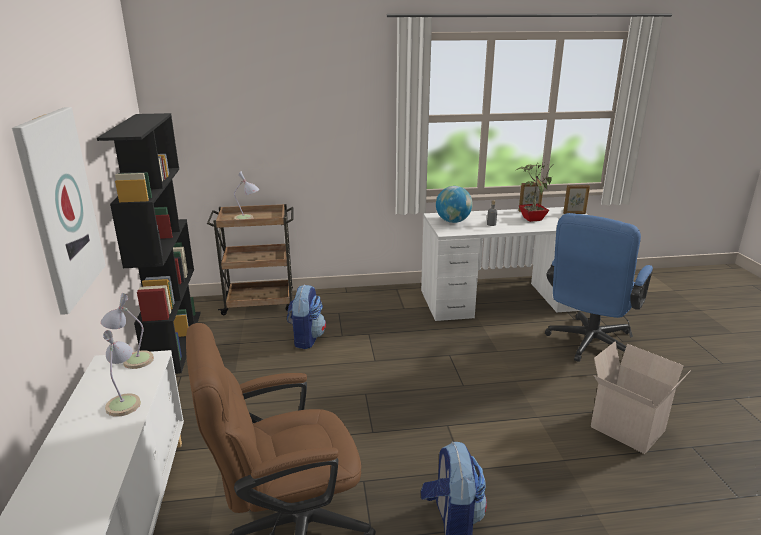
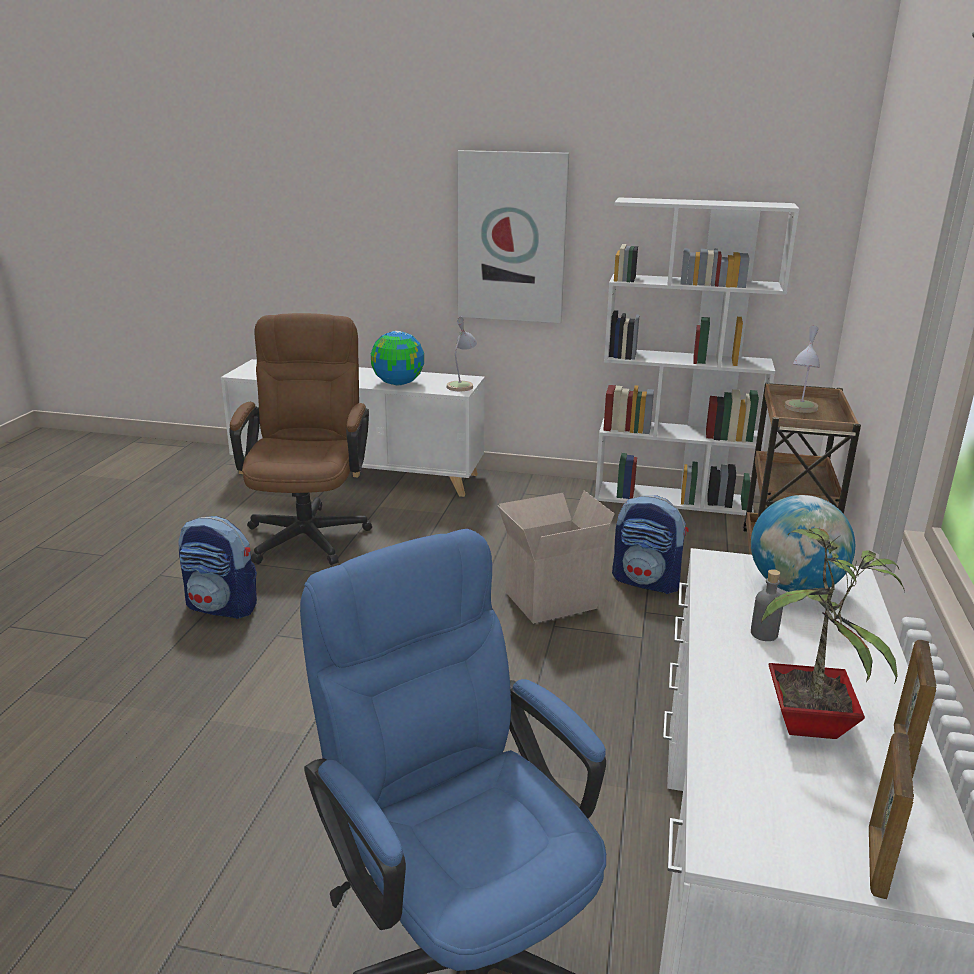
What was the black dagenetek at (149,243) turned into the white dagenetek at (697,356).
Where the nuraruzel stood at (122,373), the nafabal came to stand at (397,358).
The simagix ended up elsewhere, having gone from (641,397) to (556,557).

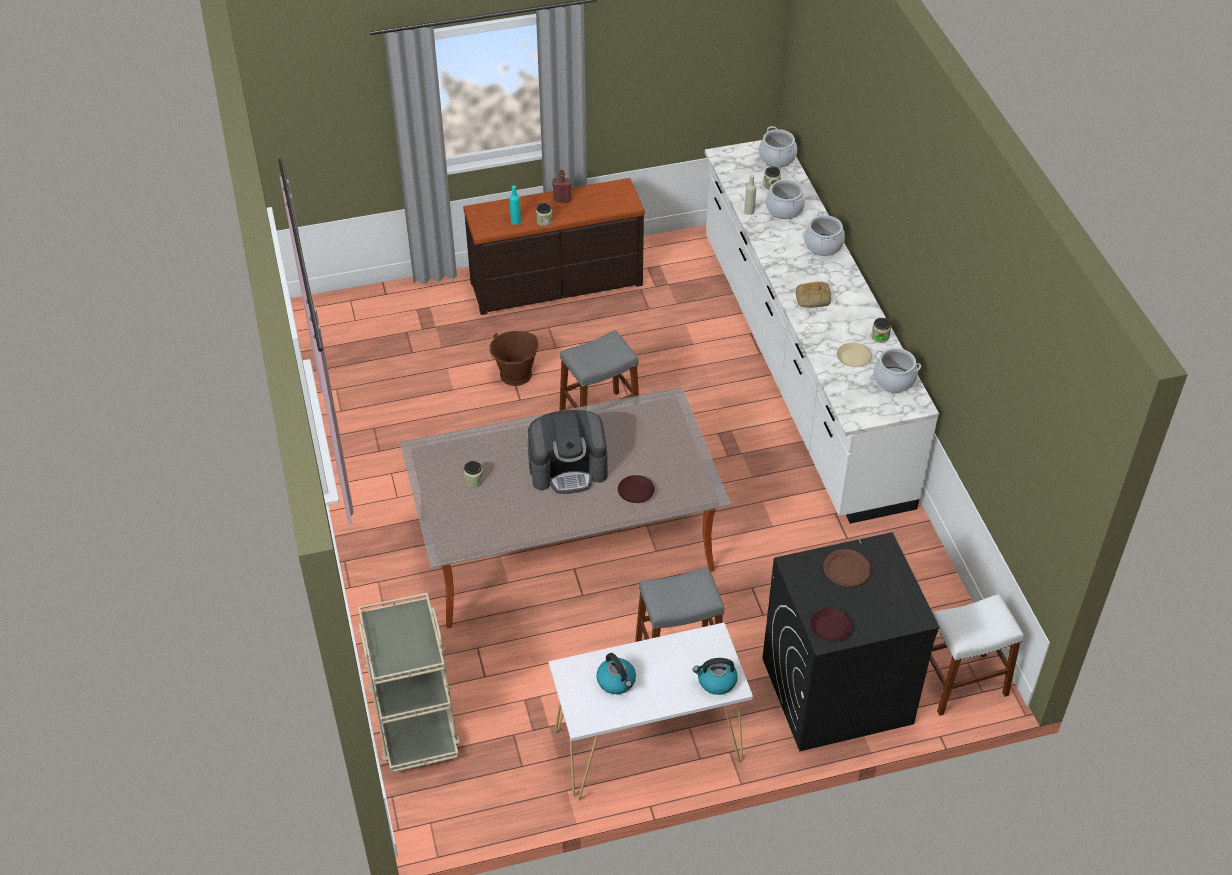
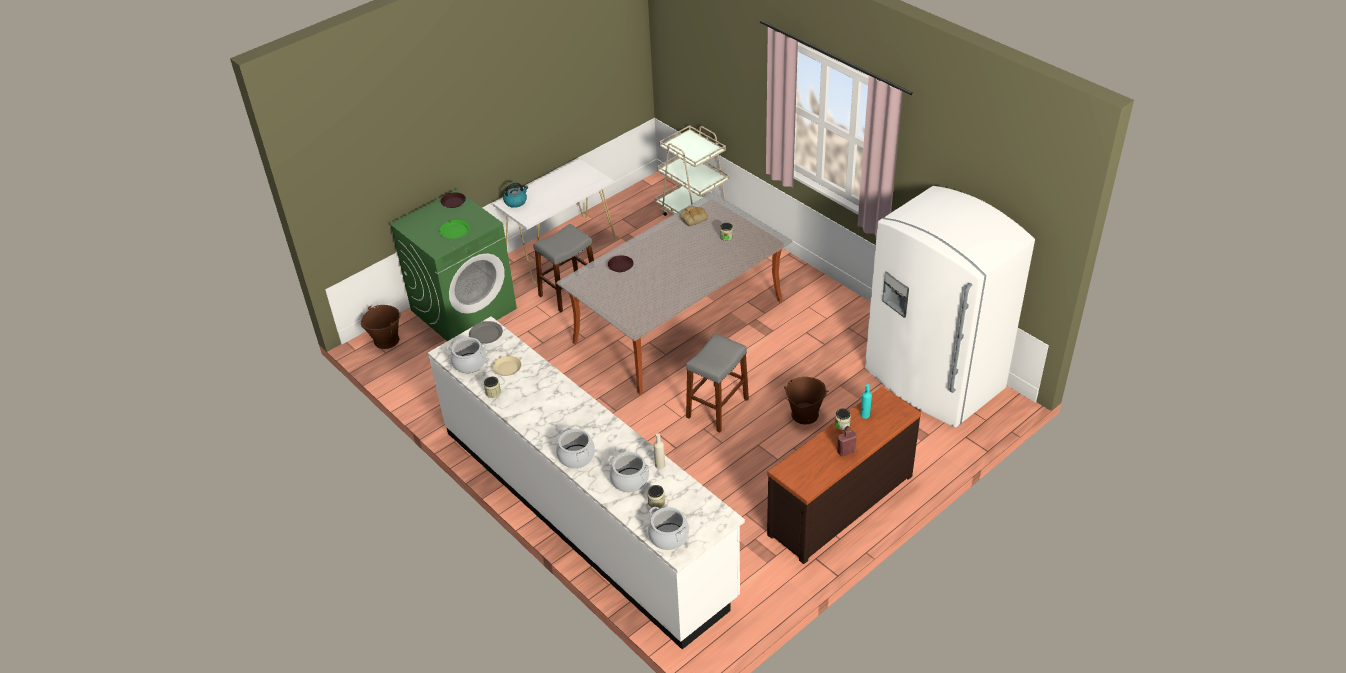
The second view lost the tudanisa at (568,452).
The second view lost the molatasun at (616,673).
What was the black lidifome at (851,641) turned into the green lidifome at (453,265).
The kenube ended up elsewhere, having gone from (813,295) to (694,216).
What was the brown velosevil at (847,568) turned into the green velosevil at (455,229).
Where the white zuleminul stood at (977,655), the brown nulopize came to stand at (381,327).
The second view gained the grey velosevil at (486,332).
The second view gained the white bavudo at (950,306).

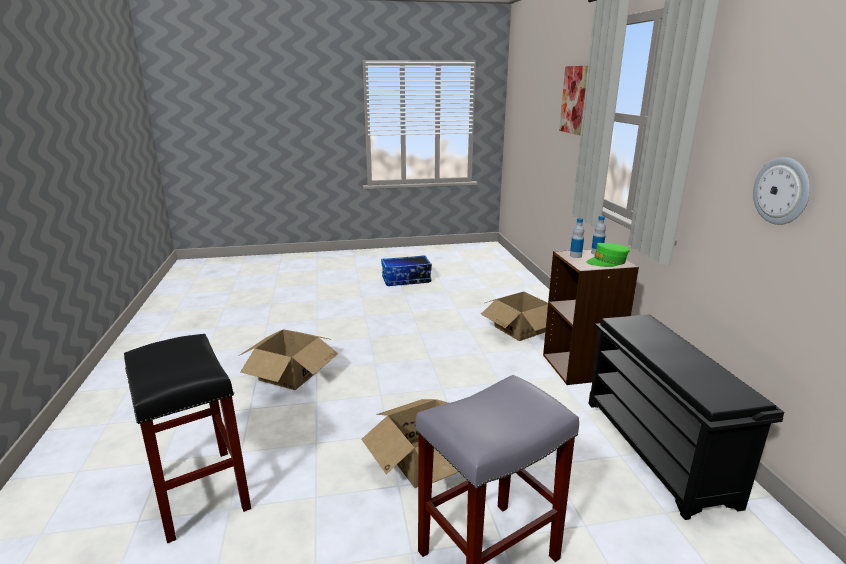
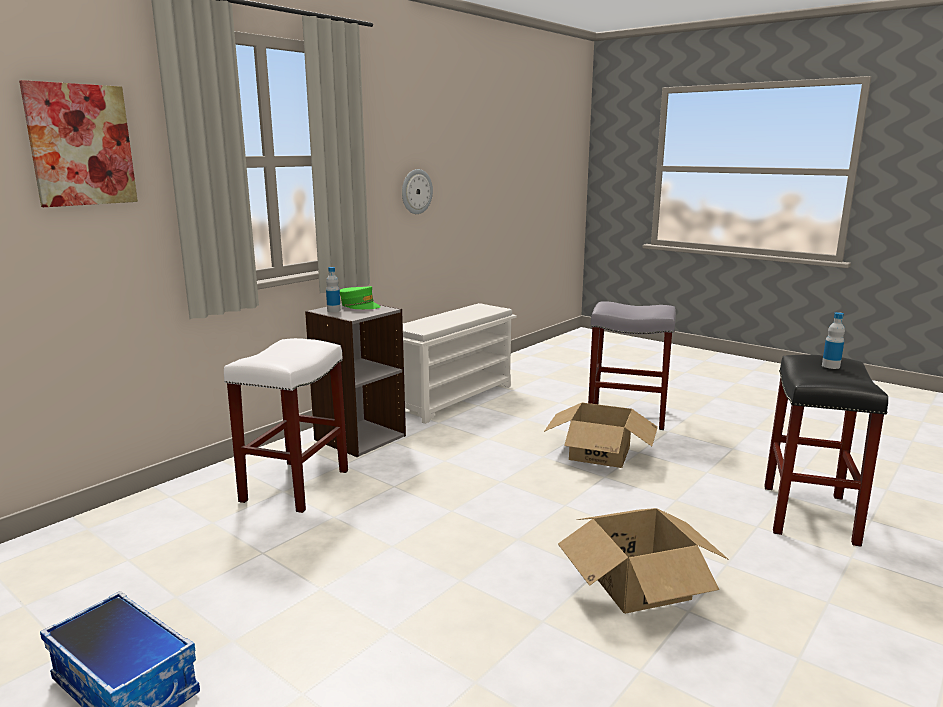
Where the simagix stood at (514,316), the white zuleminul came to stand at (286,425).
What was the brown dagenetek at (591,317) turned into the grey dagenetek at (355,380).
The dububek ended up elsewhere, having gone from (577,238) to (833,340).
What was the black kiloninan at (686,417) turned into the white kiloninan at (460,363).

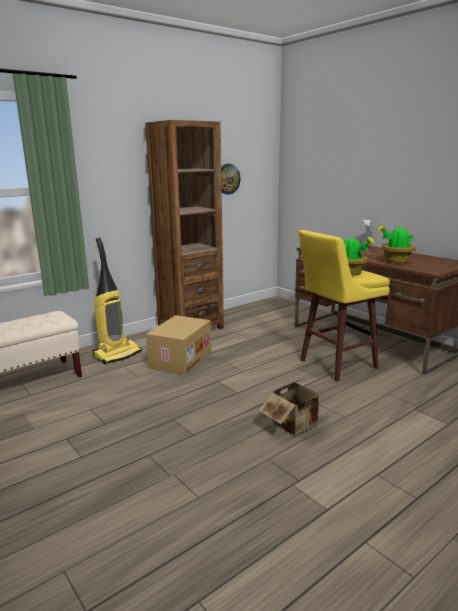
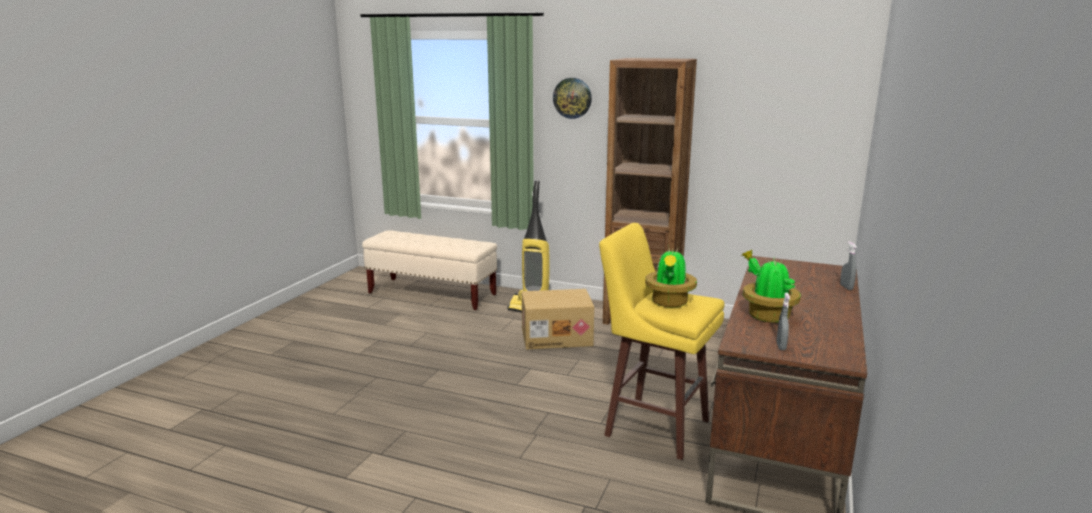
The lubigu ended up elsewhere, having gone from (231,179) to (572,98).
The second view lost the simagix at (294,406).
The second view gained the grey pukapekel at (783,321).

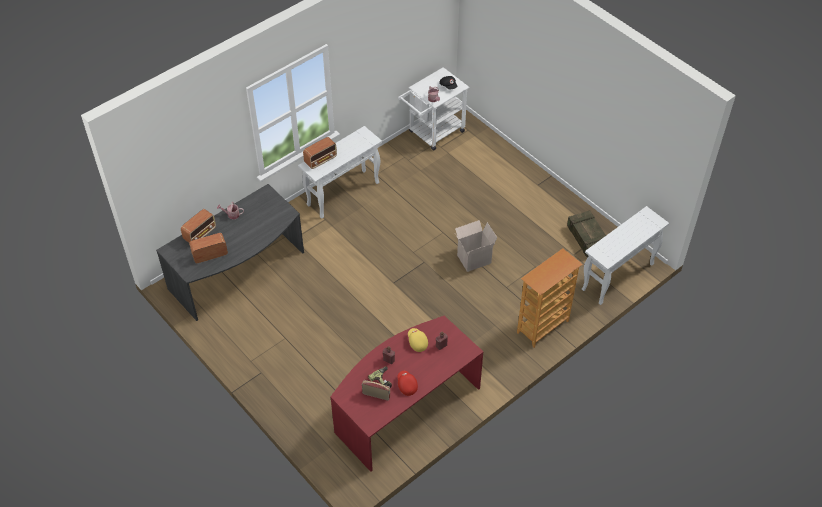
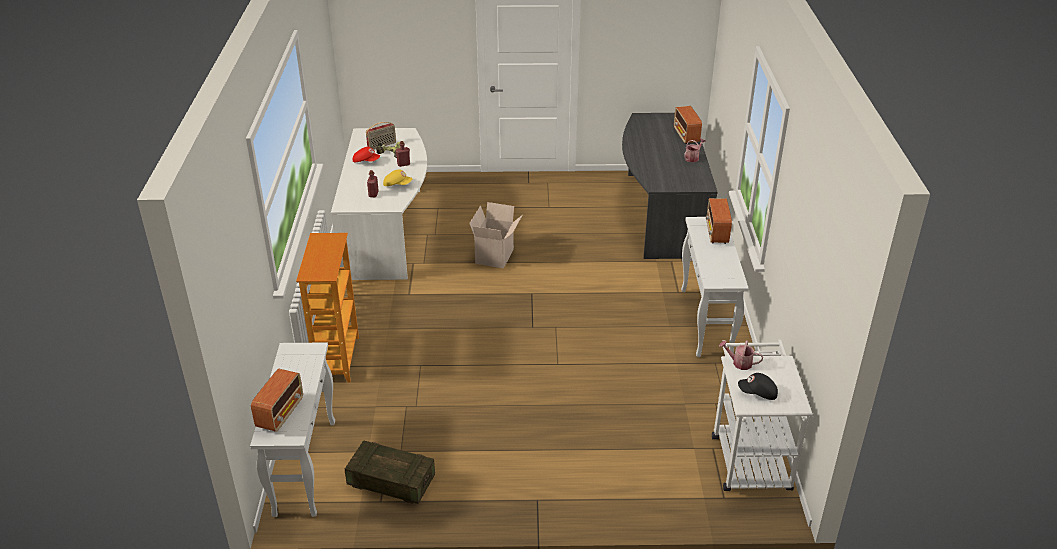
The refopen ended up elsewhere, having gone from (208,248) to (277,400).
What was the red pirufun at (407,394) turned into the white pirufun at (379,204).
The simagix ended up elsewhere, having gone from (476,246) to (495,235).

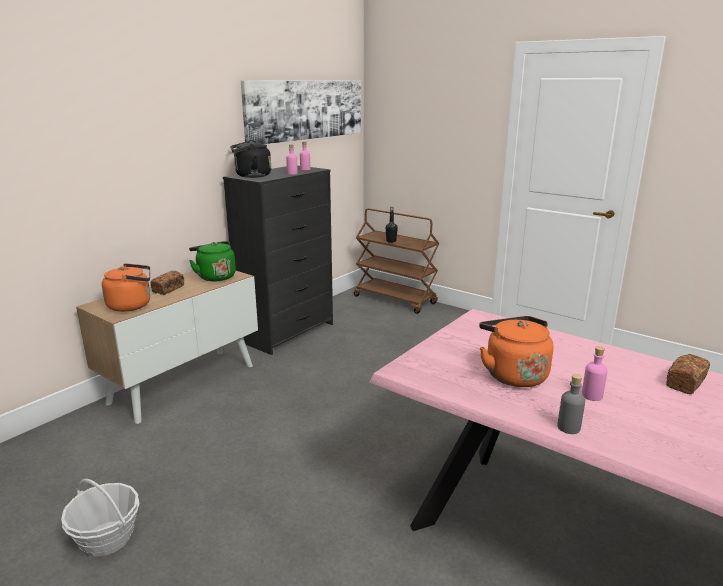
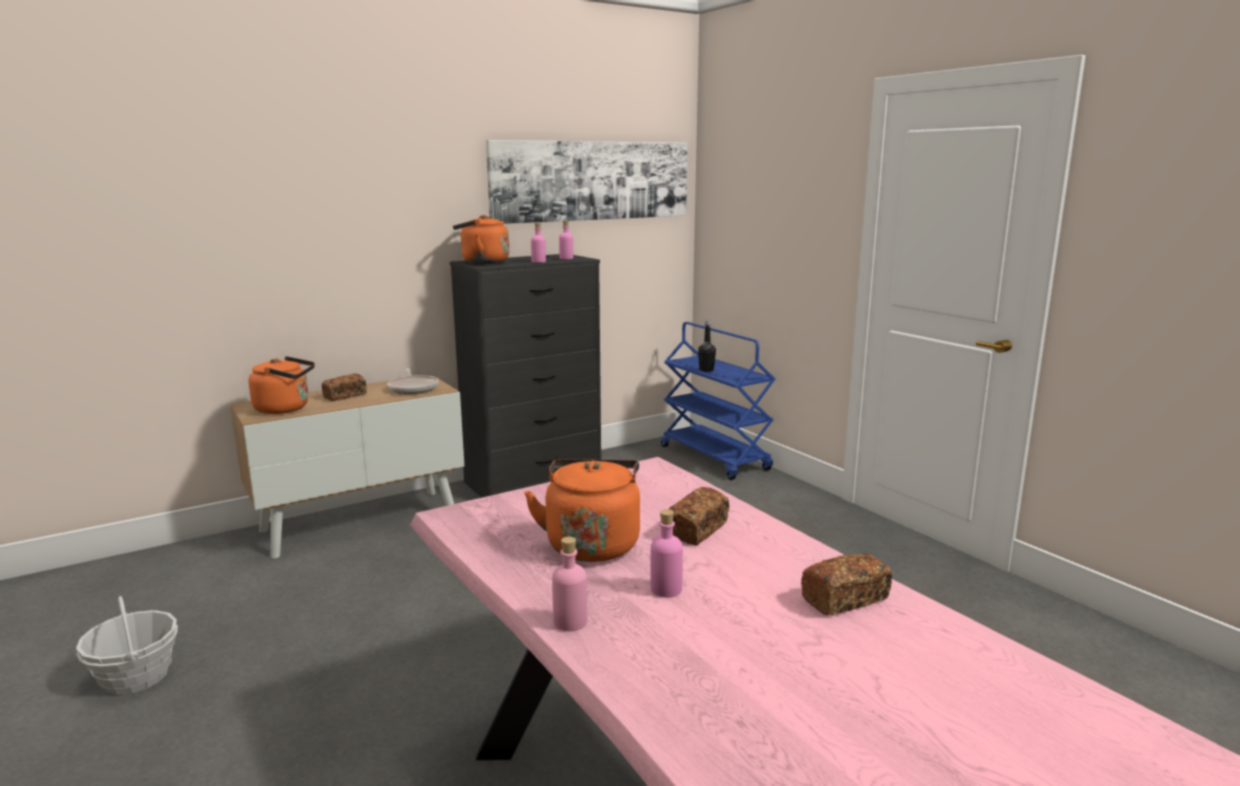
Where the green molatasun stood at (212,261), the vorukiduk came to stand at (413,381).
What was the black molatasun at (250,159) turned into the orange molatasun at (481,239).
What was the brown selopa at (396,261) turned into the blue selopa at (718,401).
What was the grey dububek at (571,404) turned into the pink dububek at (569,584).
The second view gained the kenube at (699,516).

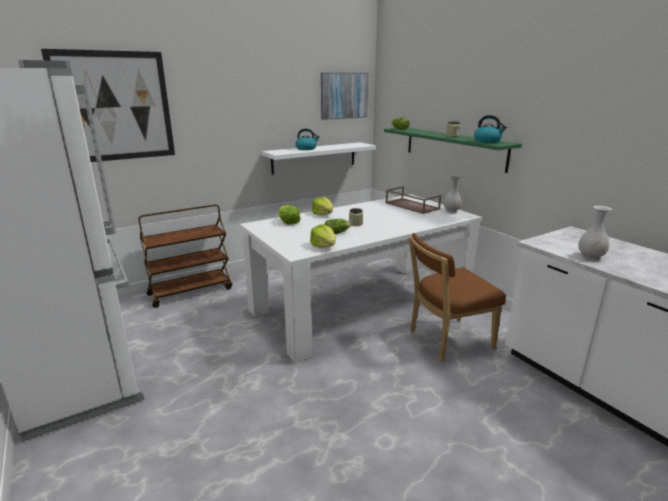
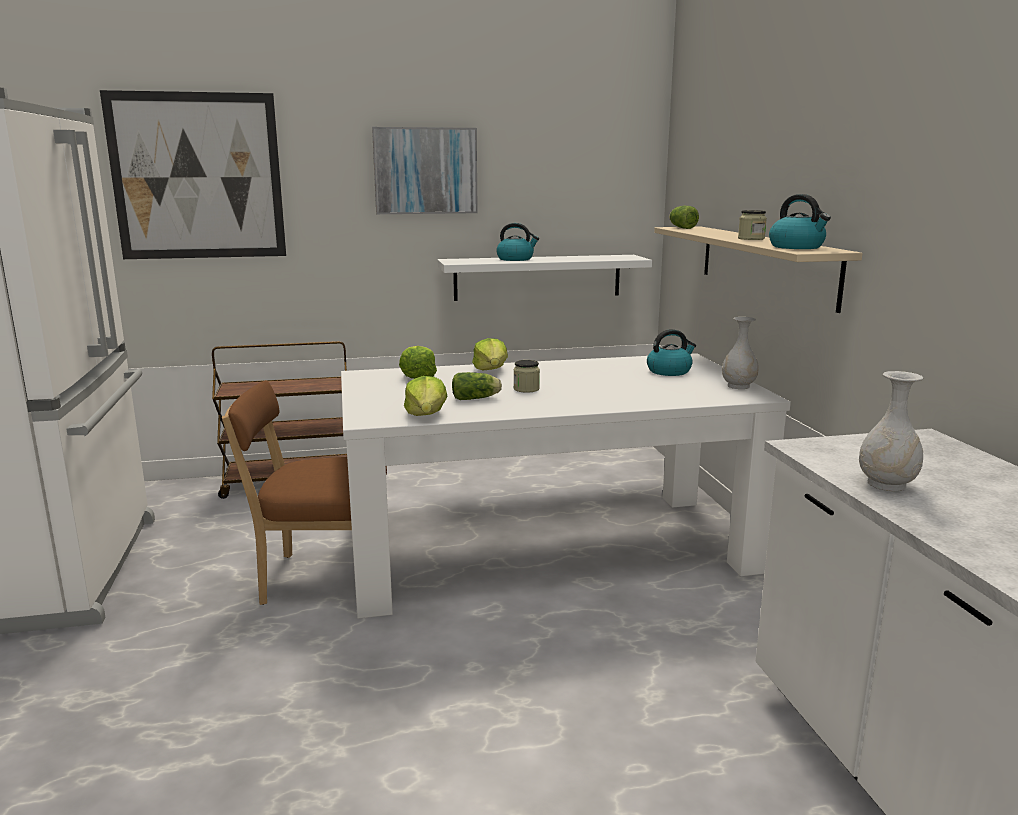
The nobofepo ended up elsewhere, having gone from (344,96) to (425,170).
What was the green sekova at (453,150) turned into the beige sekova at (758,270).
Where the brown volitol stood at (413,200), the molatasun came to stand at (671,352).
The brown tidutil ended up elsewhere, having gone from (457,297) to (304,492).

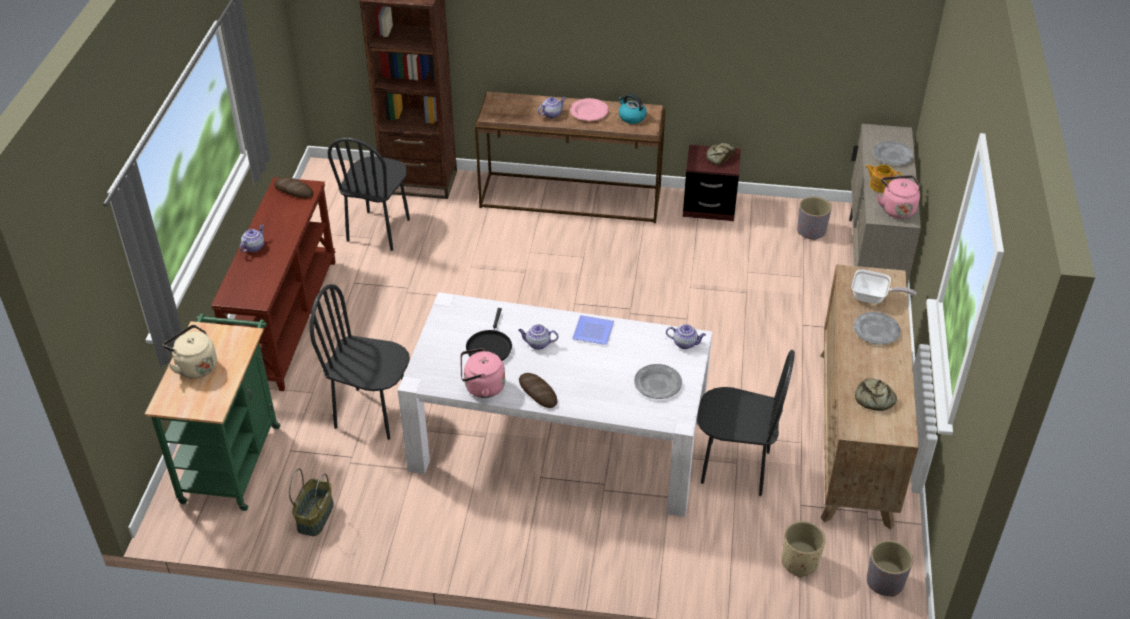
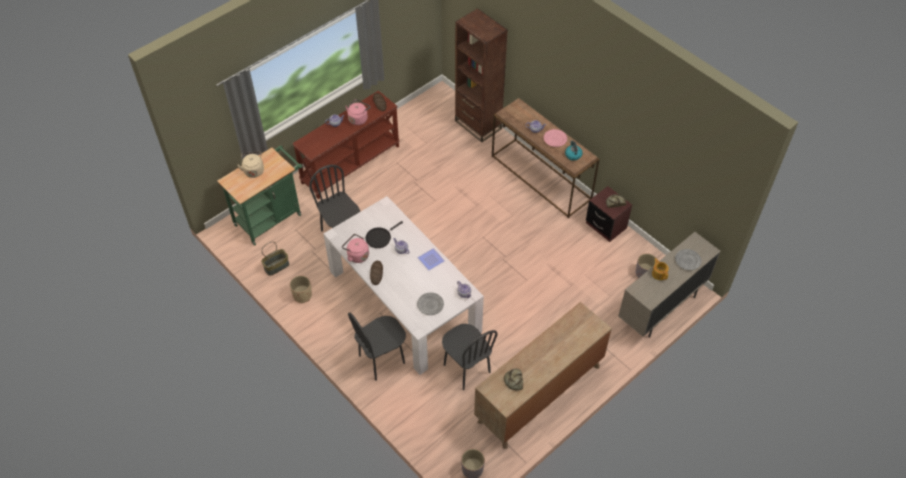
The black tidutil ended up elsewhere, having gone from (369,194) to (377,347).
The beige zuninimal ended up elsewhere, having gone from (804,549) to (301,289).
The second view lost the vorukiduk at (884,286).
The second view lost the grey velosevil at (877,328).
The pink molatasun ended up elsewhere, having gone from (898,197) to (357,112).

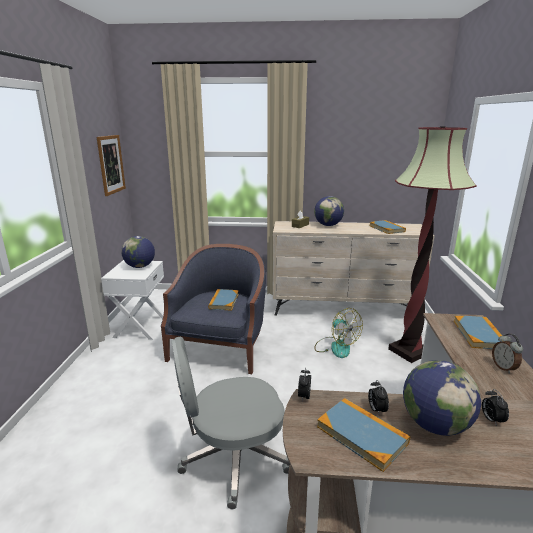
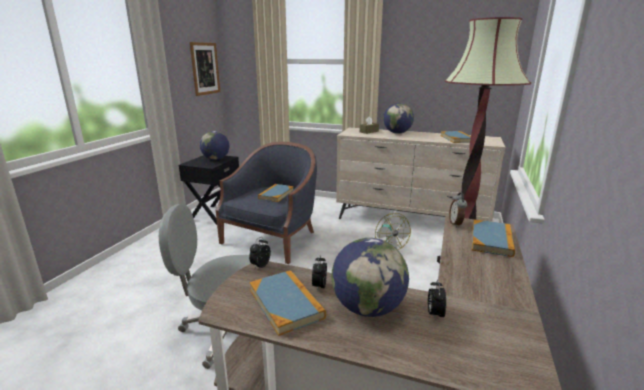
What was the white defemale at (132,300) turned into the black defemale at (209,190).
The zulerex ended up elsewhere, having gone from (507,353) to (458,209).

